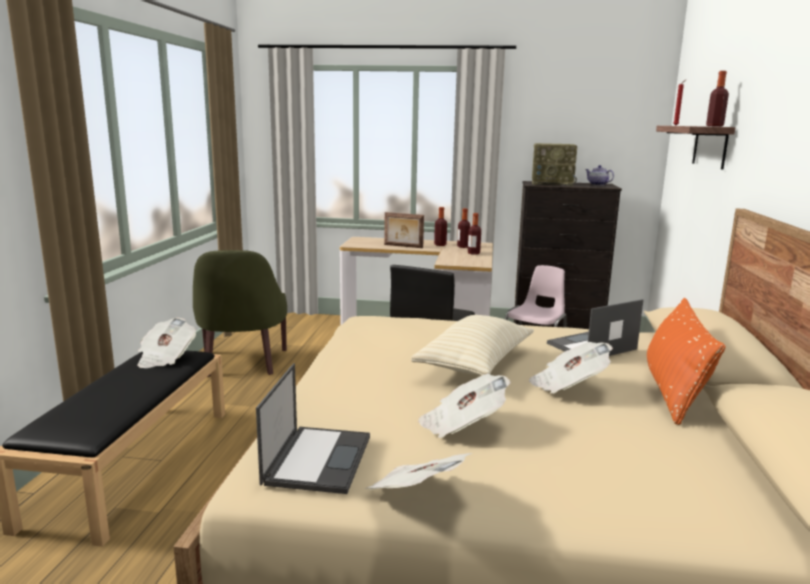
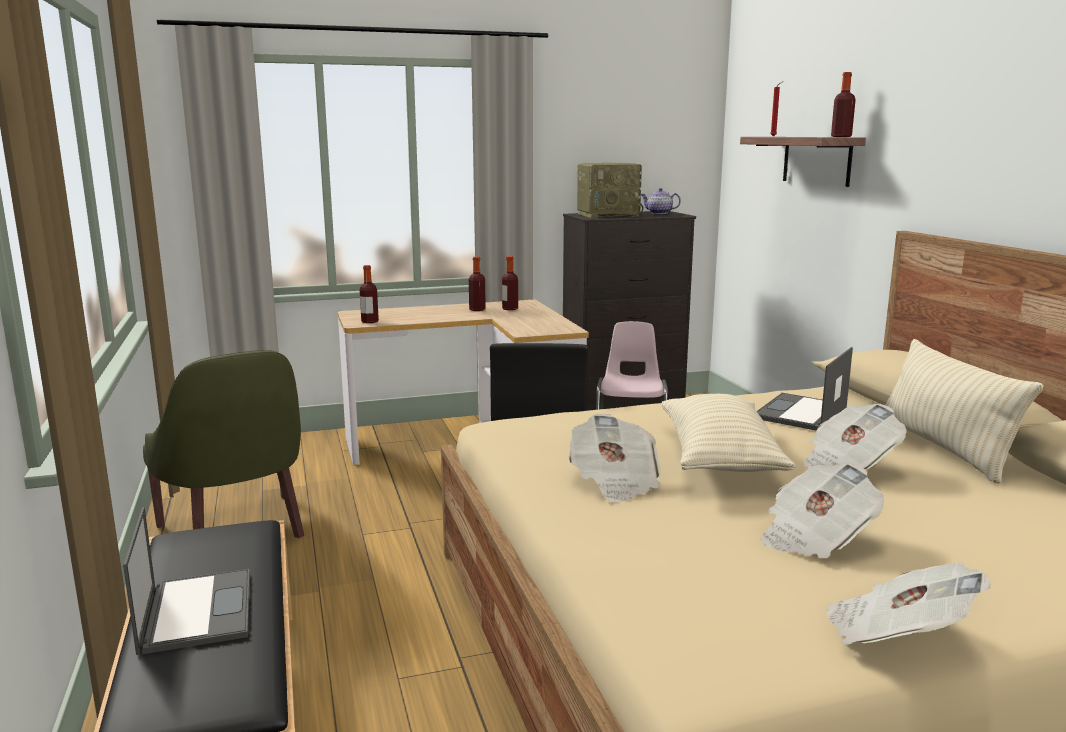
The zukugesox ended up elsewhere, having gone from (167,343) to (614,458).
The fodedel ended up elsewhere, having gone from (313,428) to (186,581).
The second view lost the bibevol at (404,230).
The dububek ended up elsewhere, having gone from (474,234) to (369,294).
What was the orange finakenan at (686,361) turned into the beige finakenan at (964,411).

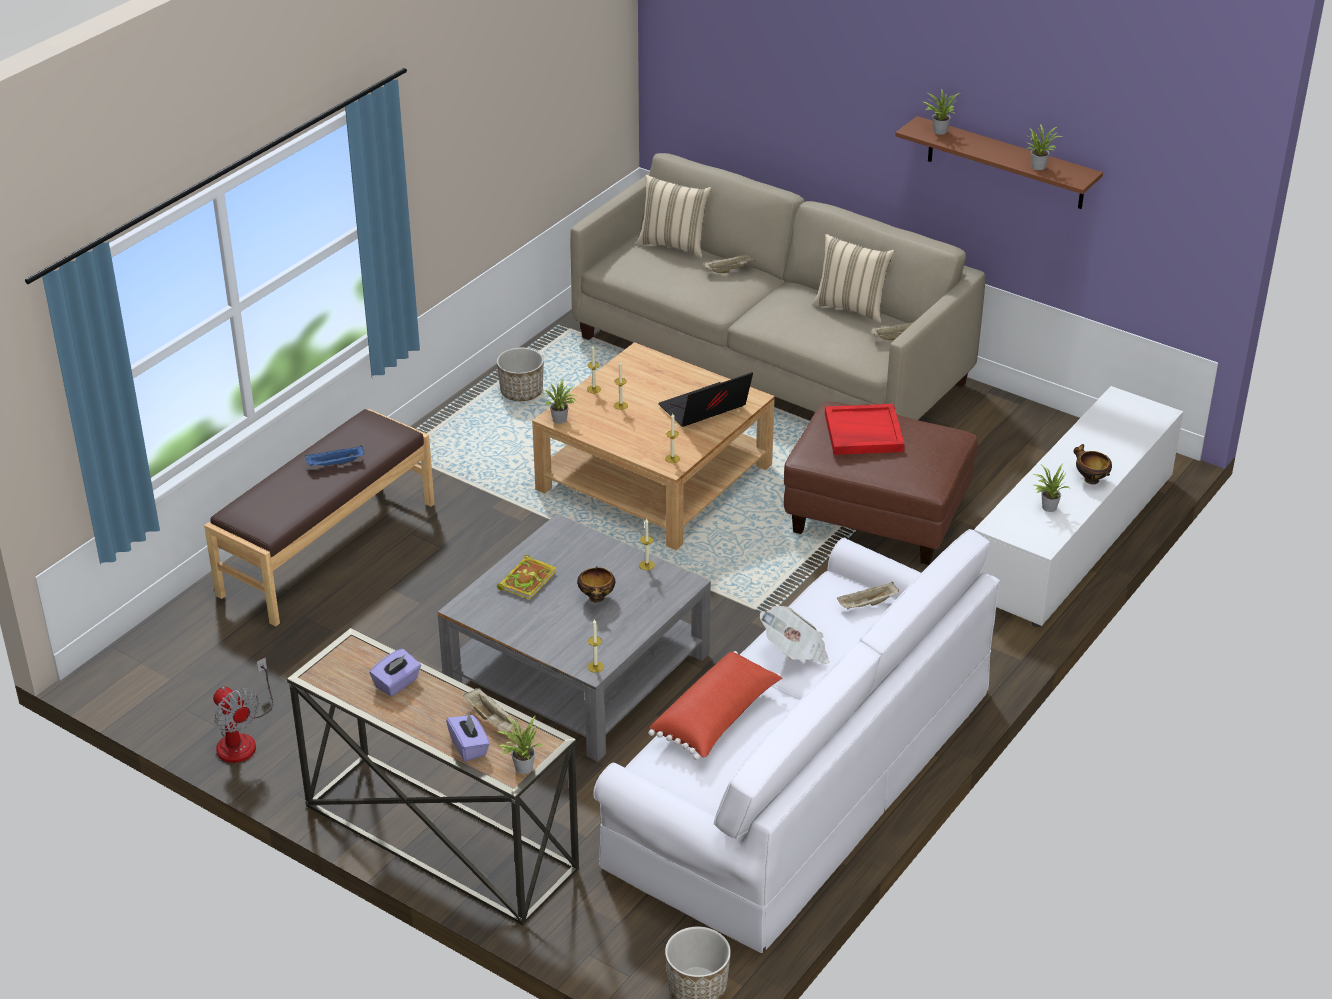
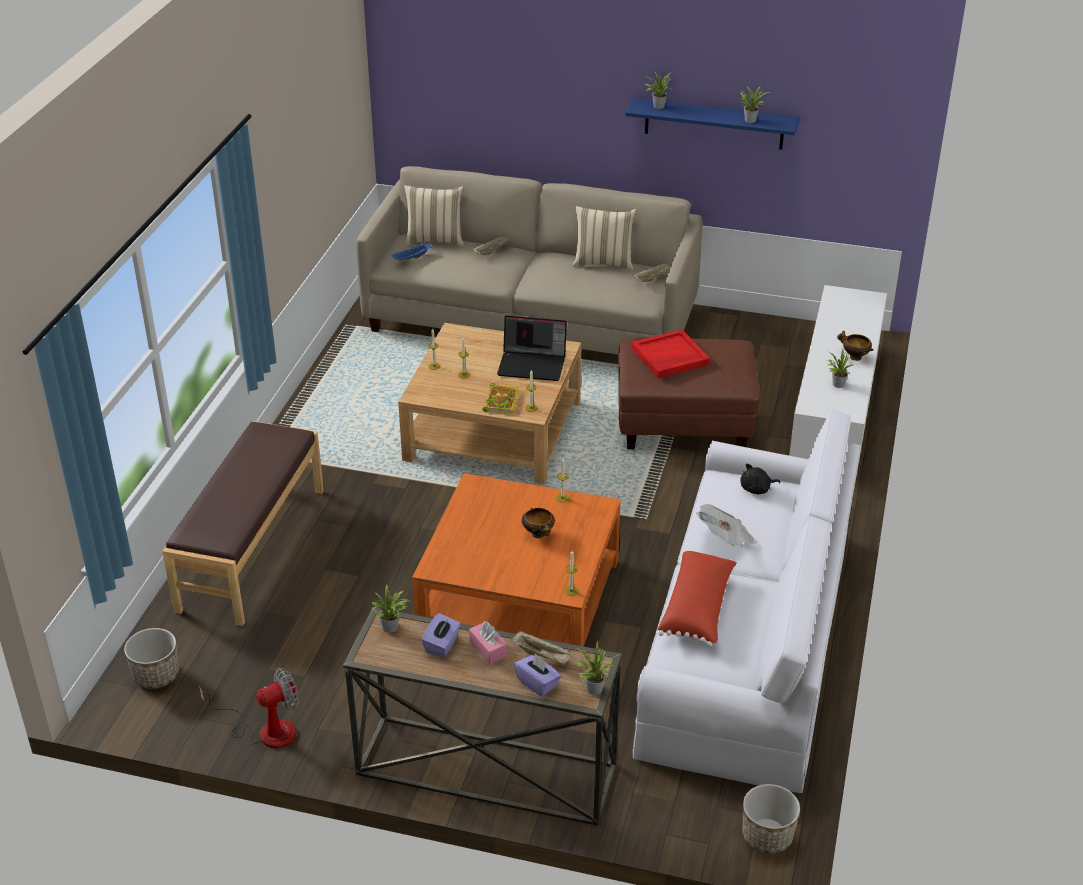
The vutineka at (243,710) ended up facing another way, 60 degrees counterclockwise from before.
The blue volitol ended up elsewhere, having gone from (334,455) to (411,251).
What was the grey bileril at (574,638) turned into the orange bileril at (516,559).
The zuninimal ended up elsewhere, having gone from (520,374) to (151,658).
The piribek ended up elsewhere, having gone from (527,577) to (500,398).
The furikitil ended up elsewhere, having gone from (558,402) to (389,608).
The fodedel at (705,399) ended up facing another way, 120 degrees counterclockwise from before.
Where the beige volitol stood at (868,595), the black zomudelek came to stand at (760,479).
What was the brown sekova at (999,162) turned into the blue sekova at (712,124).
The second view gained the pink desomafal at (488,642).

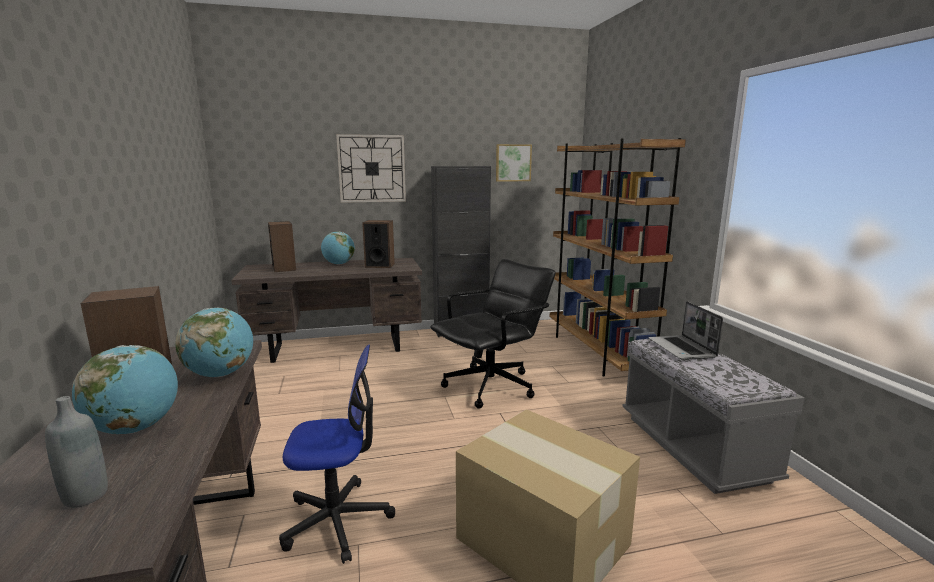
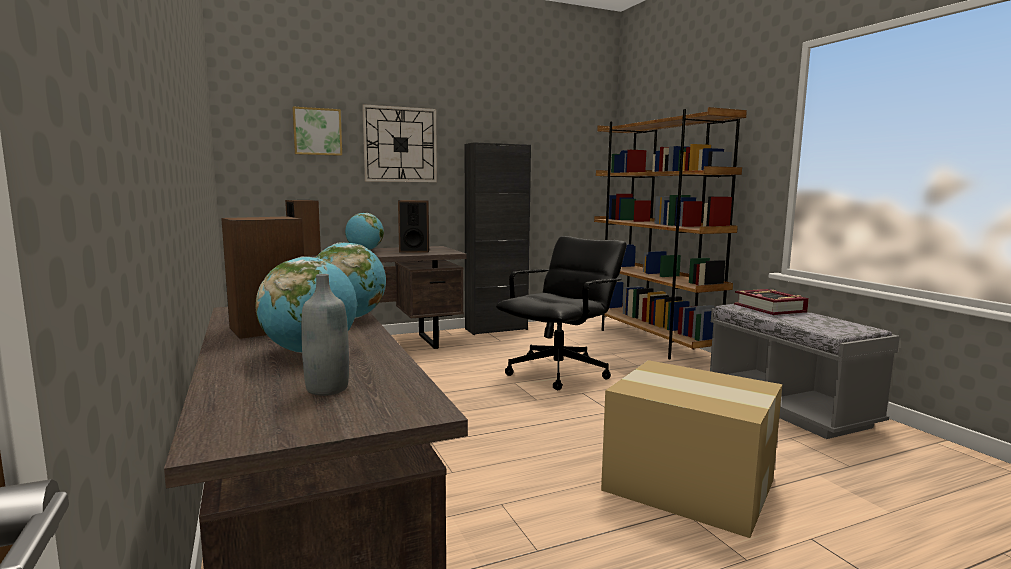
The second view lost the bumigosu at (337,454).
The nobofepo ended up elsewhere, having gone from (514,163) to (317,131).
Where the fodedel stood at (685,330), the piribek came to stand at (771,302).

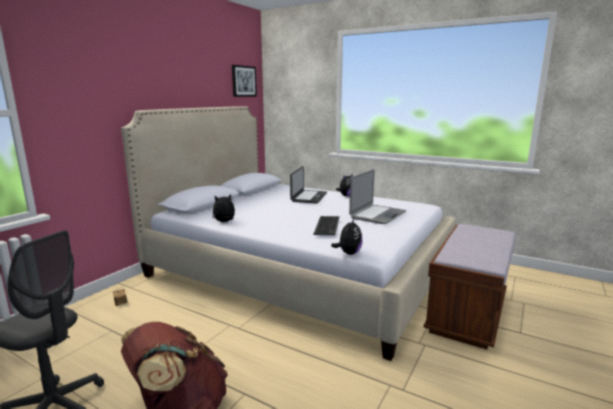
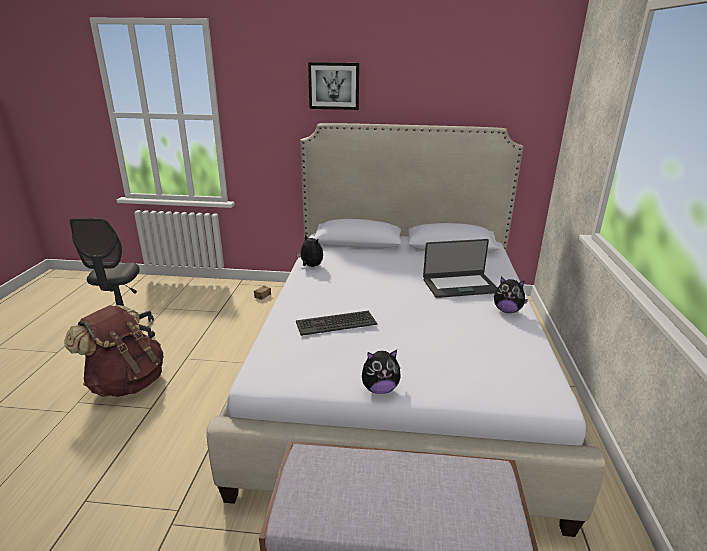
The nobofepo ended up elsewhere, having gone from (244,81) to (333,86).
The zomudelek ended up elsewhere, having gone from (347,237) to (381,372).
The second view lost the fodedel at (377,197).

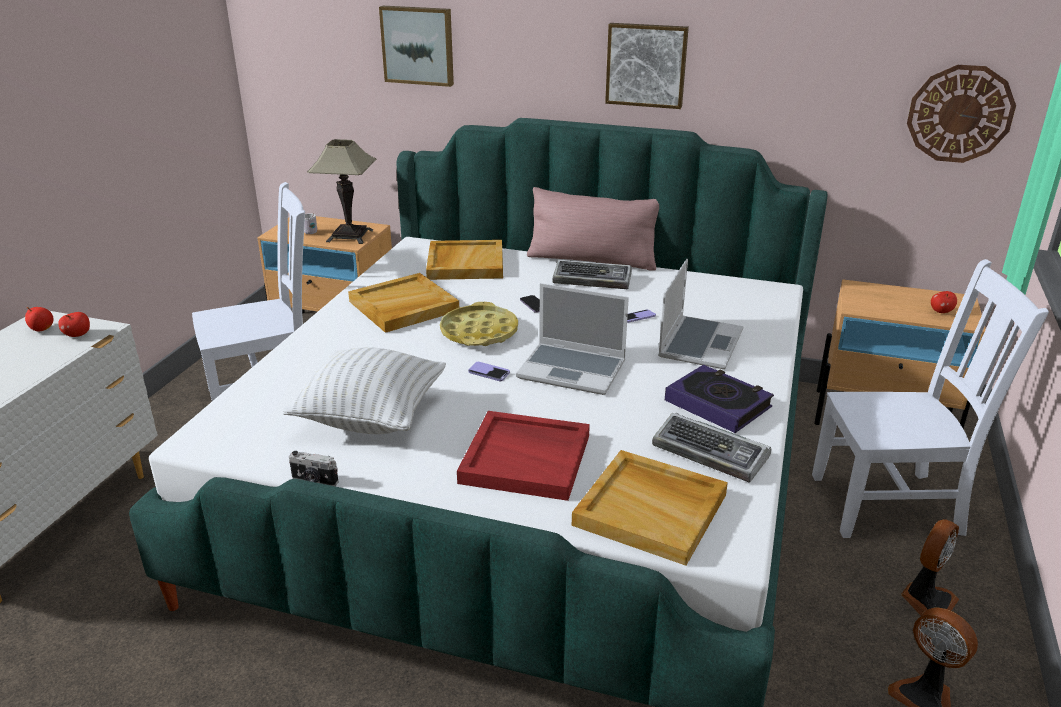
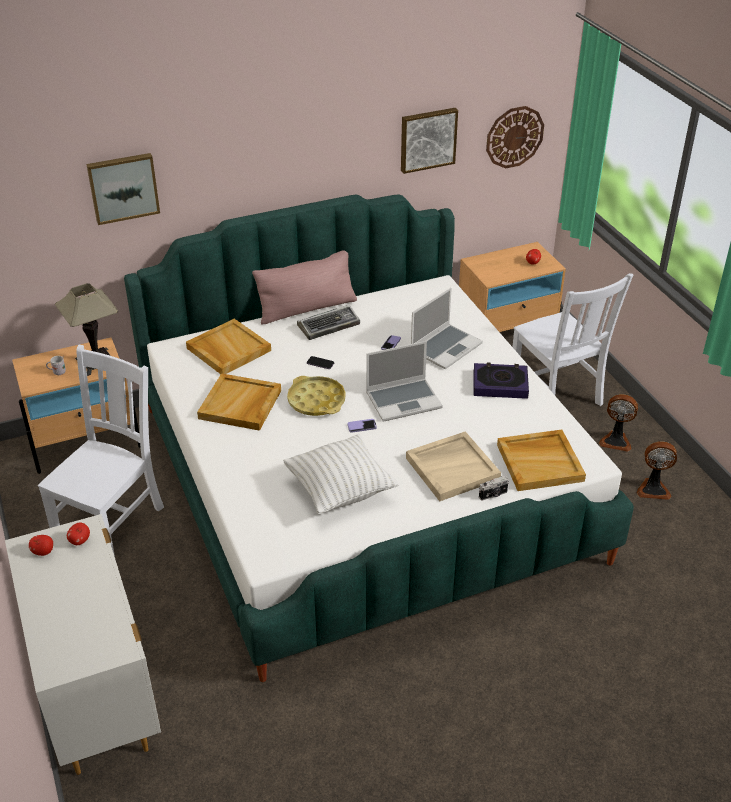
The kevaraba ended up elsewhere, having gone from (313,468) to (494,488).
What was the red volitol at (523,456) turned into the beige volitol at (453,466).
The nobofepo ended up elsewhere, having gone from (647,66) to (429,141).
The second view lost the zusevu at (711,447).
The fodedel at (701,314) ended up facing another way, 60 degrees clockwise from before.
The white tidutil at (930,398) ended up facing another way, 105 degrees clockwise from before.
The vutineka at (930,572) ended up facing another way, 105 degrees clockwise from before.

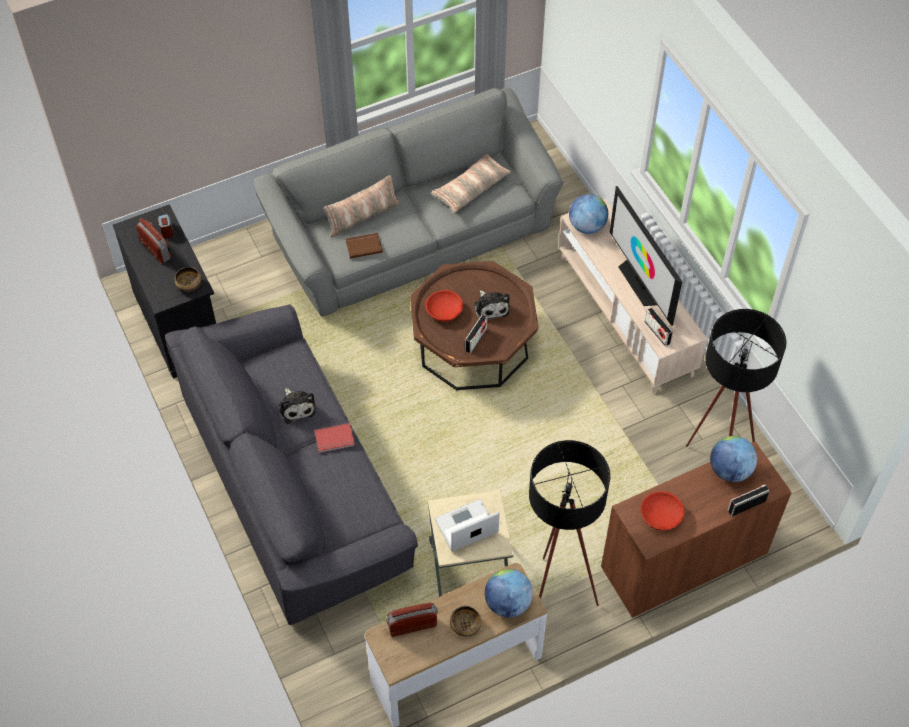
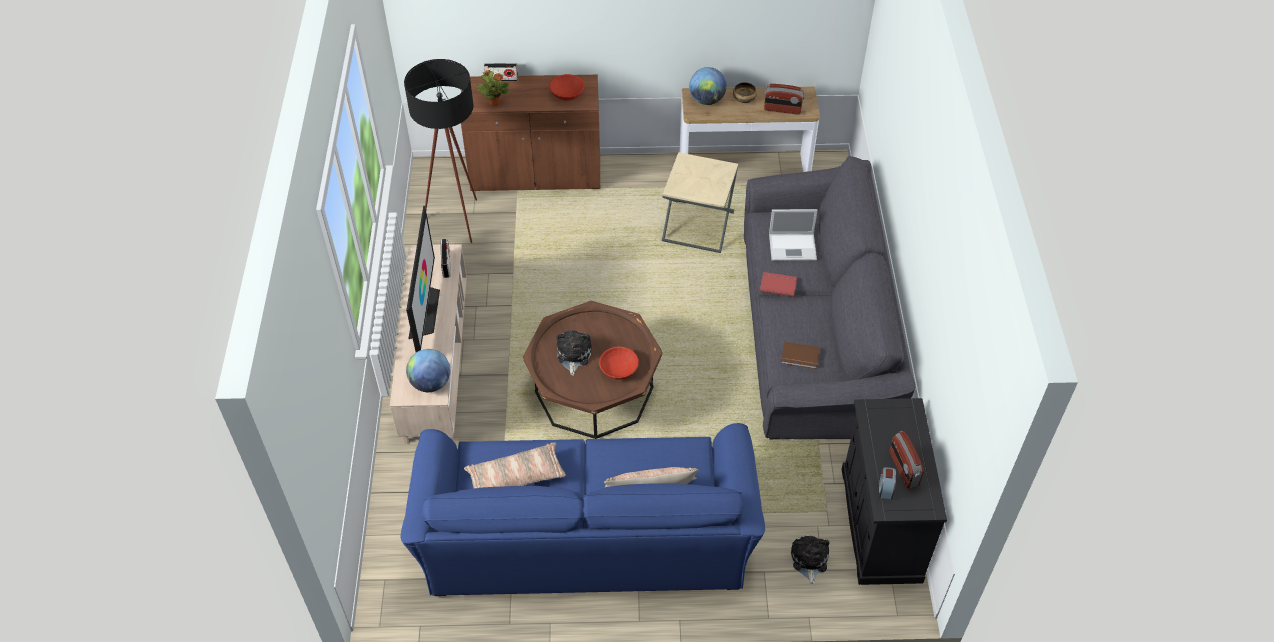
The second view lost the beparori at (188,279).
What was the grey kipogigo at (408,202) turned into the blue kipogigo at (582,509).
The zomudelek ended up elsewhere, having gone from (297,406) to (810,560).
The brown piribek ended up elsewhere, having gone from (364,246) to (800,355).
The fodedel ended up elsewhere, having gone from (467,525) to (793,235).
The second view lost the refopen at (476,334).
The second view lost the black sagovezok at (569,523).
Where the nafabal stood at (733,459), the furikitil came to stand at (493,87).

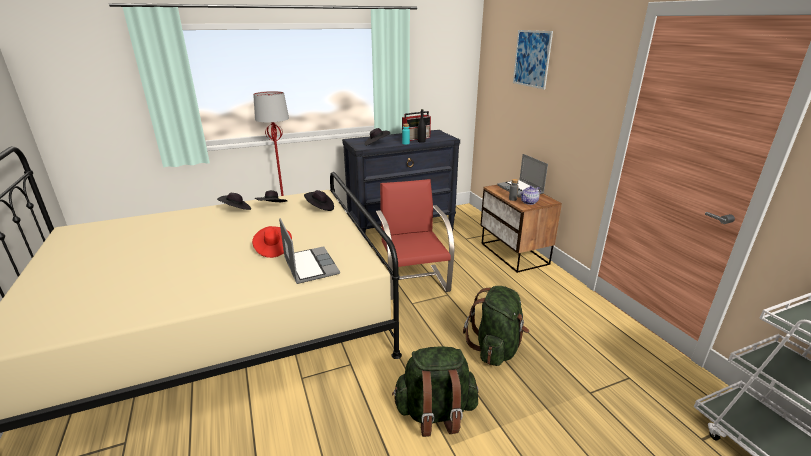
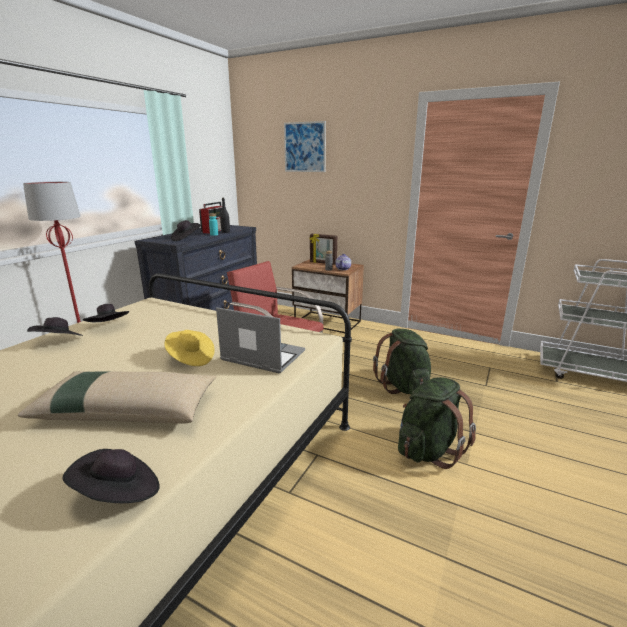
What was the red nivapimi at (272,242) turned into the yellow nivapimi at (189,348).
The black nivapimi ended up elsewhere, having gone from (319,200) to (111,476).
Where the fodedel stood at (522,176), the bibevol came to stand at (323,249).
The second view gained the beige finakenan at (117,397).

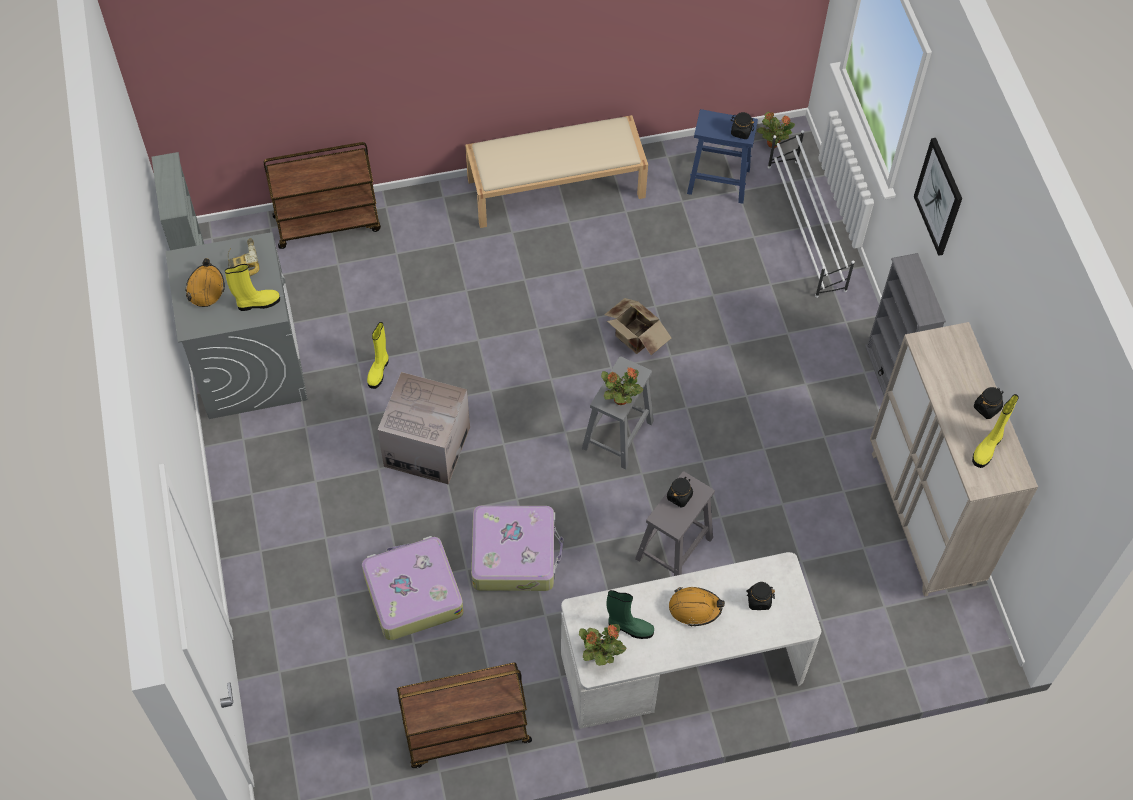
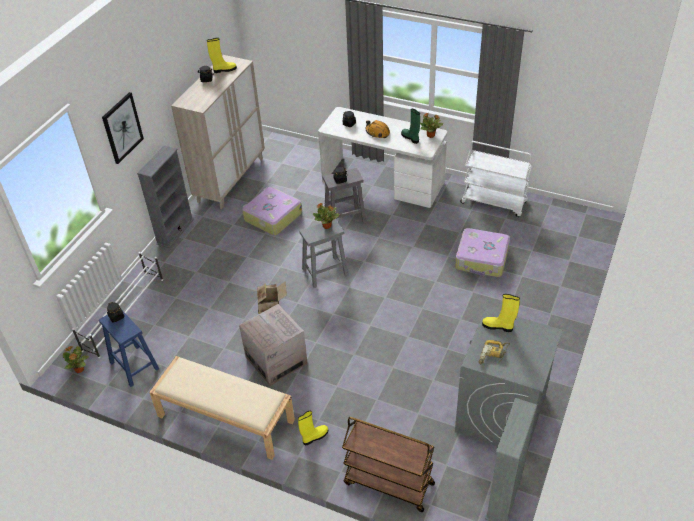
The second view lost the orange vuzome at (205,282).
The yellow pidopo ended up elsewhere, having gone from (378,355) to (313,428).
The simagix ended up elsewhere, having gone from (423,428) to (273,345).
What was the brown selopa at (464,715) turned into the white selopa at (496,179).
The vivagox ended up elsewhere, having gone from (517,548) to (272,211).

